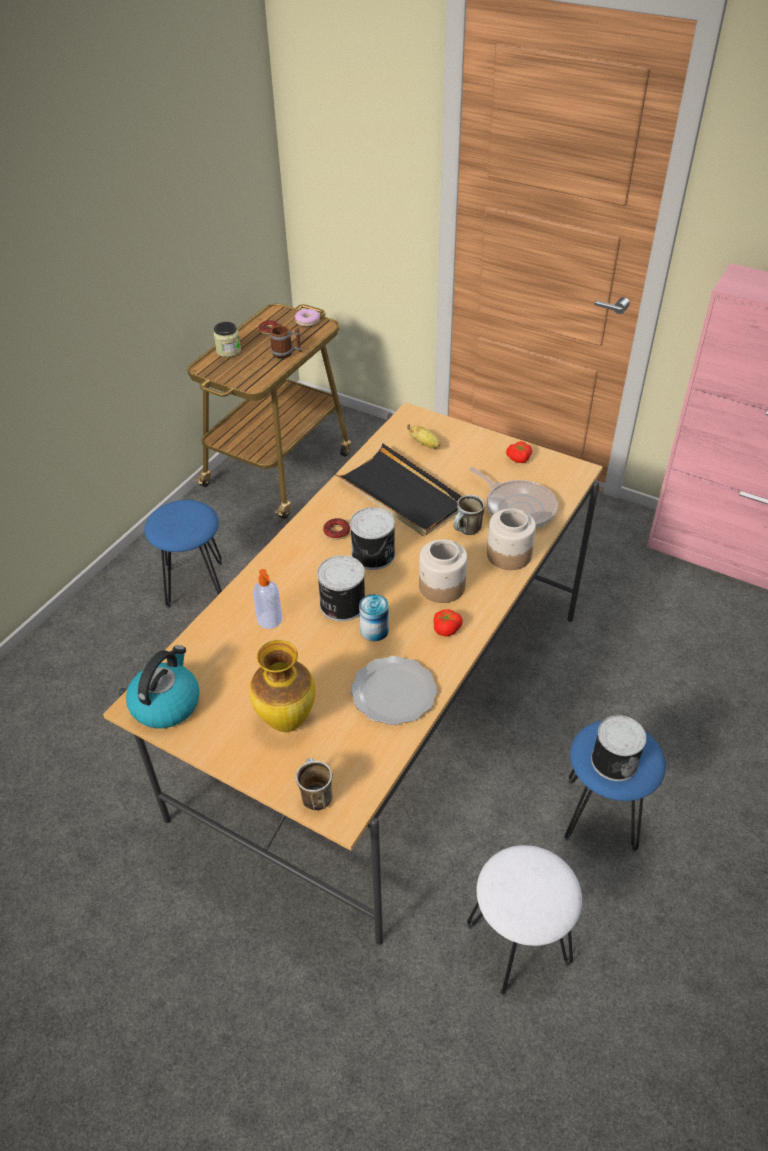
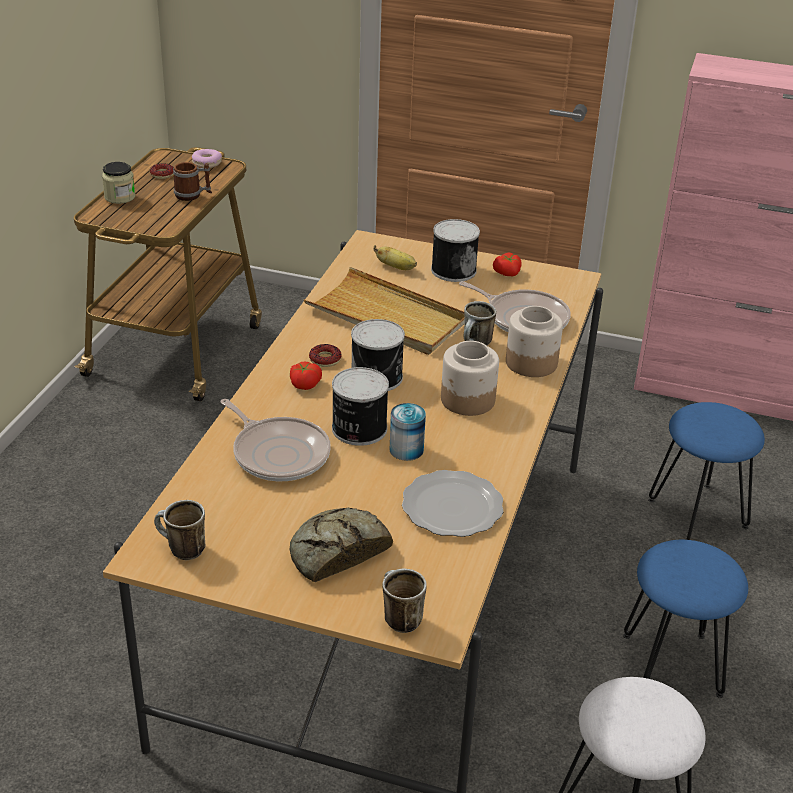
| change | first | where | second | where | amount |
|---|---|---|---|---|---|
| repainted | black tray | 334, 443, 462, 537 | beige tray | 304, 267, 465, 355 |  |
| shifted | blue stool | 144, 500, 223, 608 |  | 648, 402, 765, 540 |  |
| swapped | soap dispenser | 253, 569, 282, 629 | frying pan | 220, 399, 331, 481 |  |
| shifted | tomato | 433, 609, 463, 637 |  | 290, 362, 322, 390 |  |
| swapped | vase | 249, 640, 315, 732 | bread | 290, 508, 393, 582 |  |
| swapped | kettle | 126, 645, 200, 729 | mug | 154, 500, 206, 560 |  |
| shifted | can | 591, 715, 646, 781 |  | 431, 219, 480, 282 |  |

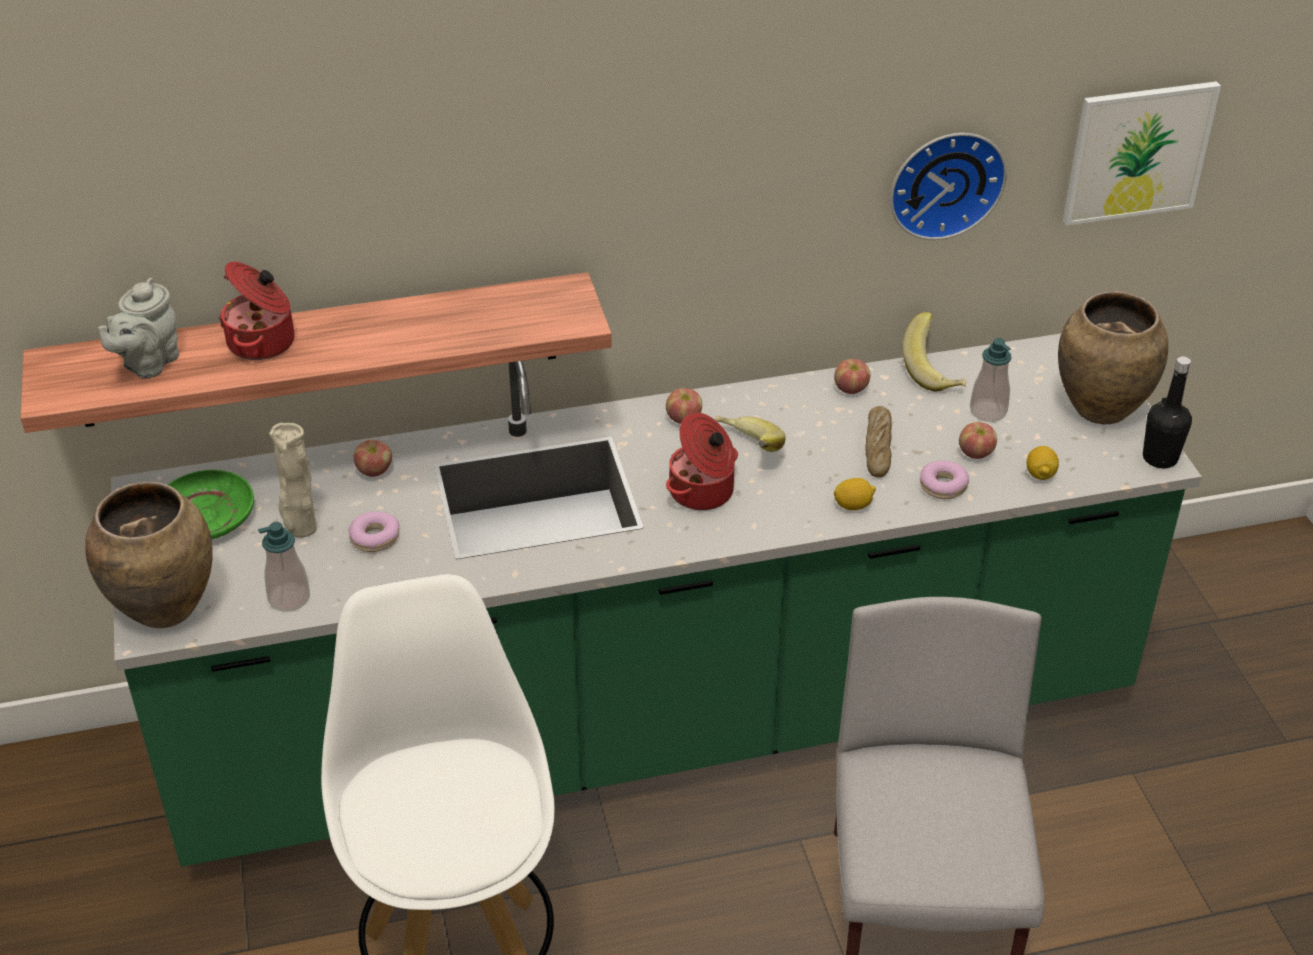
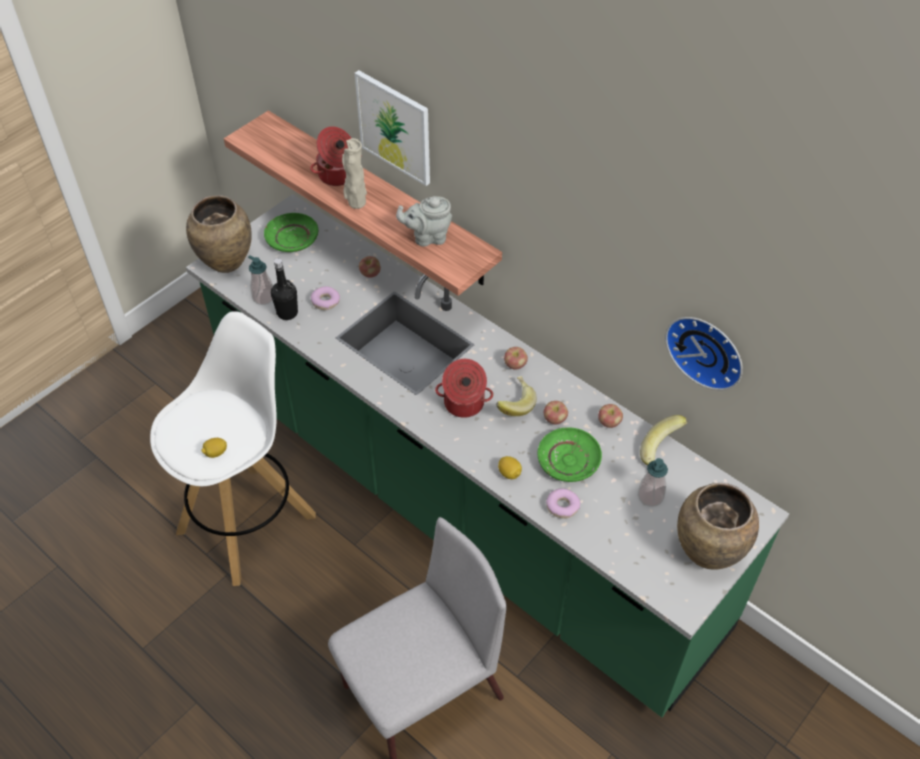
| change | first | where | second | where | amount |
|---|---|---|---|---|---|
| shifted | picture | 1063, 81, 1221, 225 |  | 355, 70, 430, 186 |  |
| shifted | grey teapot | 98, 278, 179, 378 |  | 396, 196, 452, 247 |  |
| shifted | black bottle | 1143, 356, 1192, 468 |  | 271, 258, 298, 320 |  |
| swapped | bread | 865, 406, 892, 477 | green plate | 538, 427, 602, 482 |  |
| shifted | beige vase | 269, 422, 317, 538 |  | 342, 138, 367, 209 |  |
| shifted | apple | 959, 422, 997, 459 |  | 544, 401, 568, 425 |  |
| shifted | lemon | 1027, 446, 1059, 480 |  | 201, 438, 227, 458 |  |

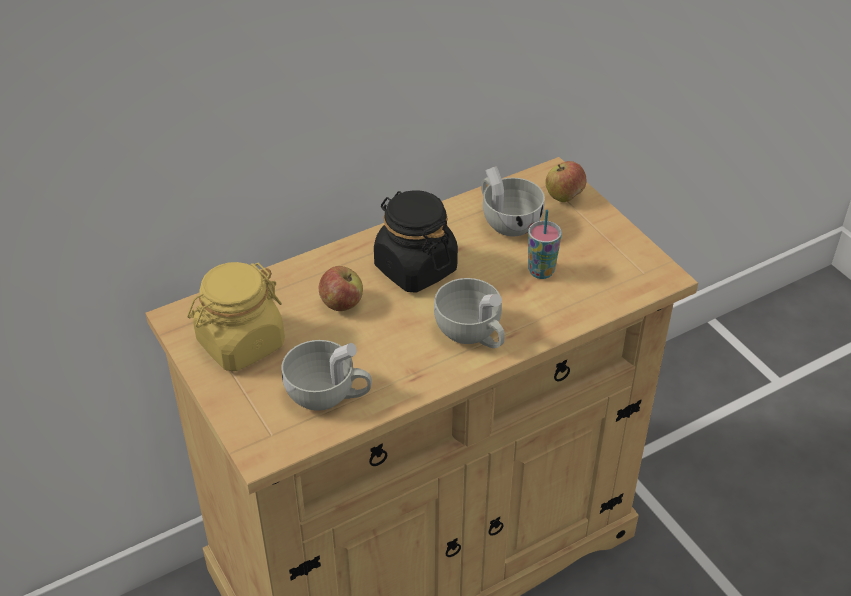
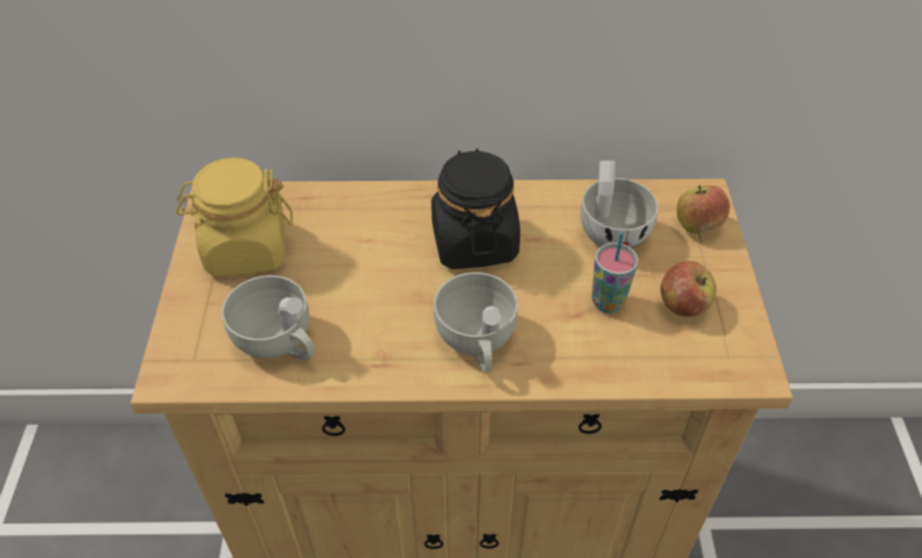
| change | first | where | second | where | amount |
|---|---|---|---|---|---|
| shifted | apple | 319, 266, 363, 311 |  | 660, 261, 716, 317 |  |

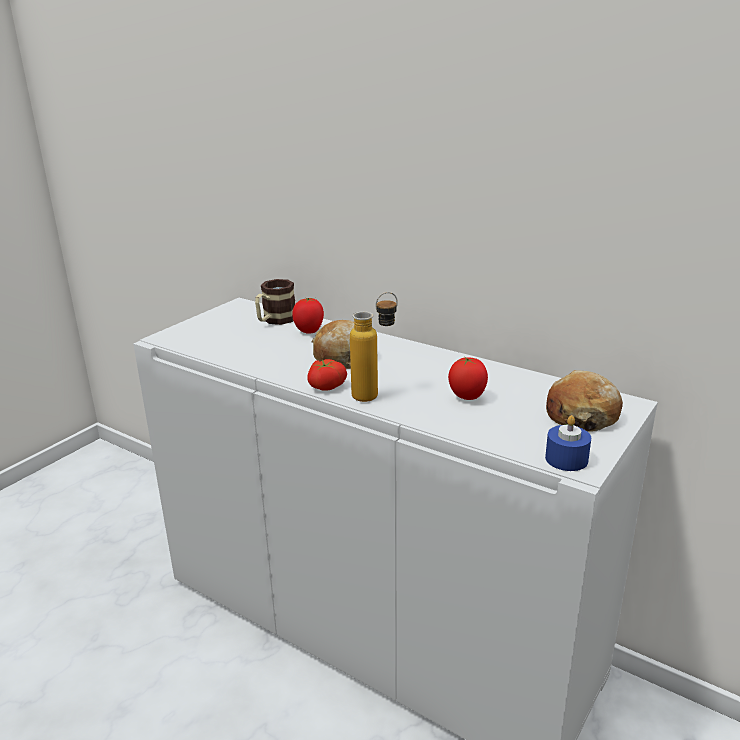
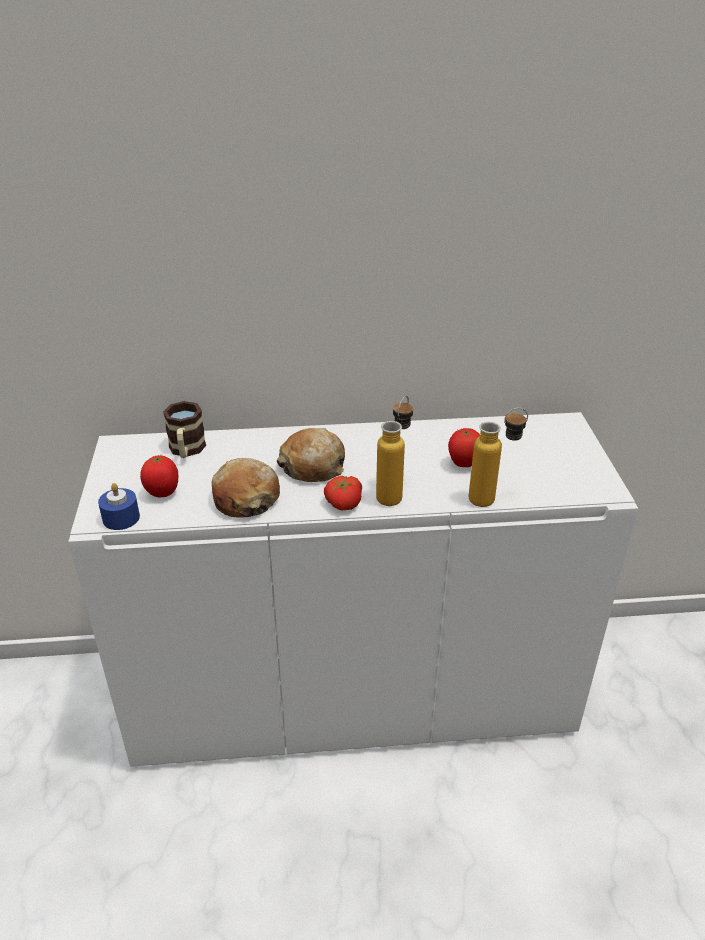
| change | first | where | second | where | amount |
|---|---|---|---|---|---|
| shifted | tomato | 292, 298, 324, 334 |  | 140, 455, 178, 497 |  |
| shifted | bread | 546, 370, 623, 432 |  | 212, 458, 280, 518 |  |
| shifted | blue candle | 545, 415, 591, 471 |  | 98, 483, 140, 530 |  |
| new |  |  | bottle | 469, 408, 528, 507 |  |

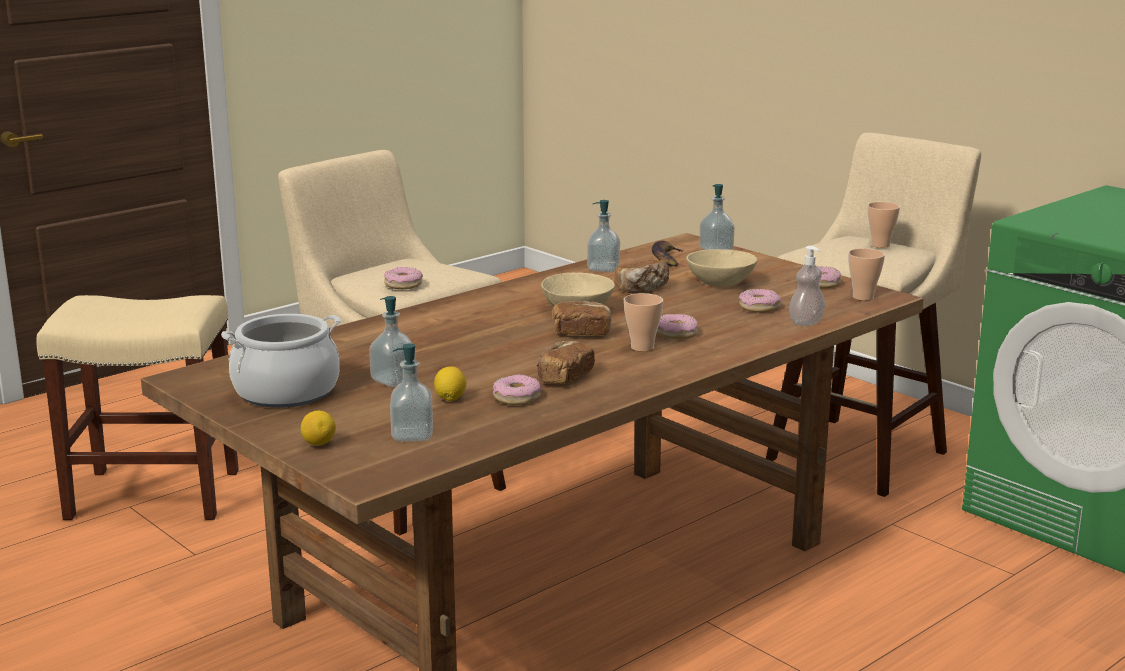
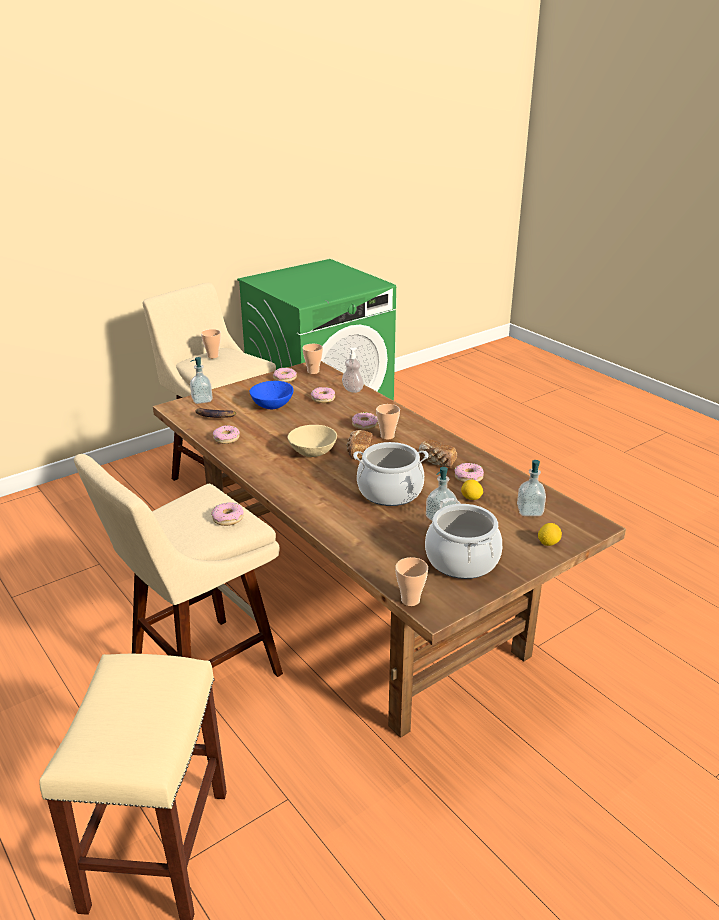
| change | first | where | second | where | amount |
|---|---|---|---|---|---|
| swapped | soap dispenser | 587, 200, 620, 272 | donut | 213, 425, 240, 444 |  |
| repainted | beige bowl | 686, 249, 758, 287 | blue bowl | 249, 381, 293, 409 |  |
| gone | bread | 614, 260, 669, 293 |  |  |  |
| new |  |  | cooking pot | 353, 442, 429, 506 |  |
| new |  |  | cup | 395, 557, 428, 606 |  |

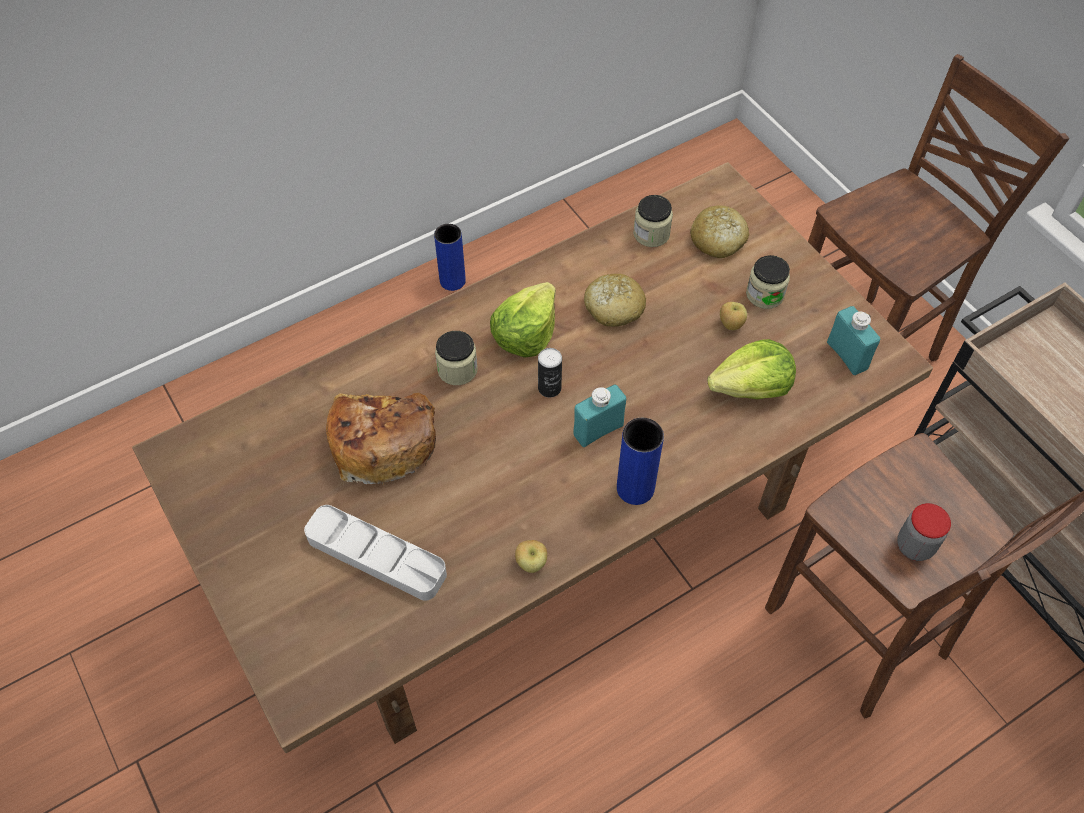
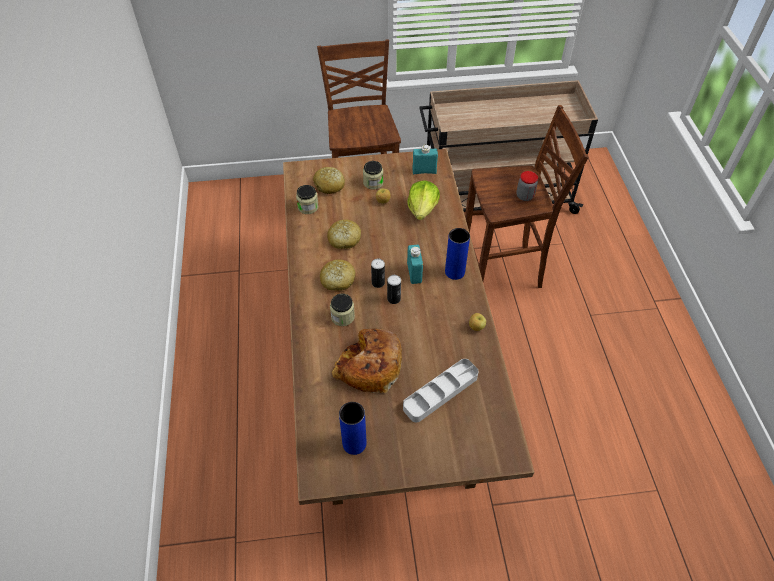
| change | first | where | second | where | amount |
|---|---|---|---|---|---|
| shifted | blue vase | 434, 224, 466, 291 |  | 339, 402, 367, 455 |  |
| swapped | lettuce | 490, 282, 556, 358 | bread | 320, 259, 355, 291 |  |
| new |  |  | can | 387, 275, 401, 304 |  |

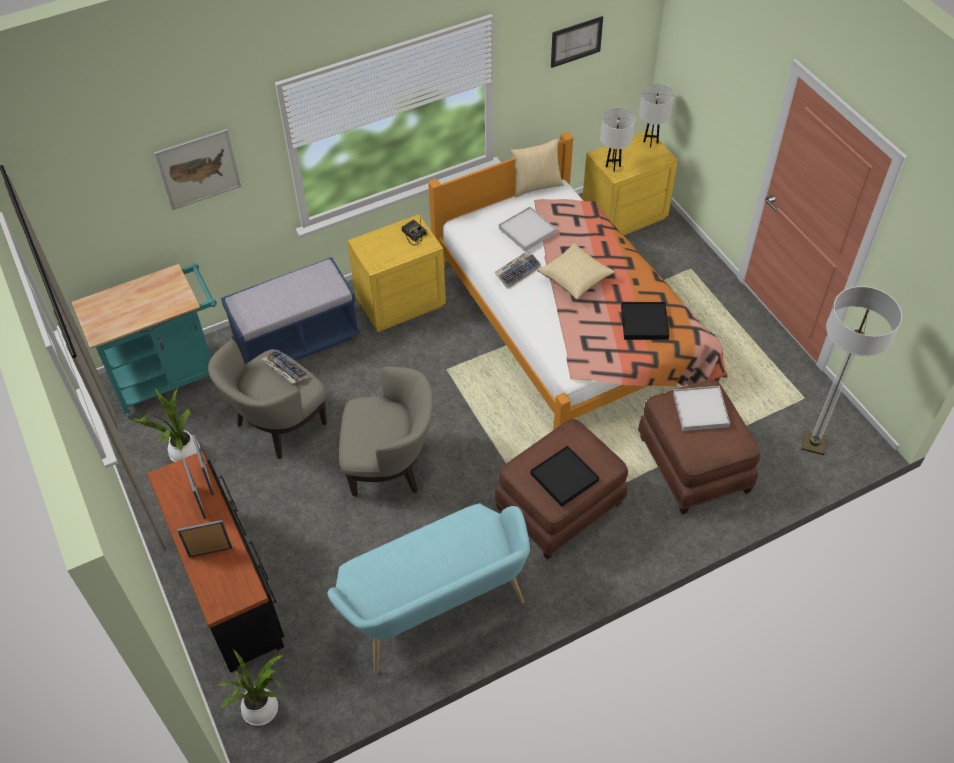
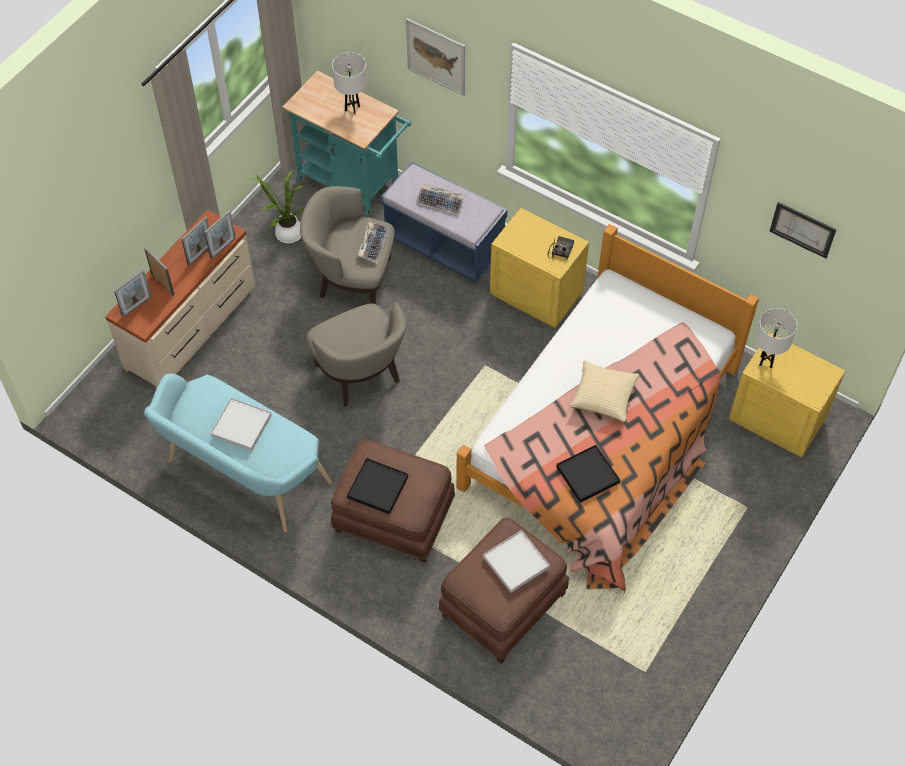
| change | first | where | second | where | amount |
|---|---|---|---|---|---|
| shifted | white table lamp | 639, 84, 674, 147 |  | 332, 52, 367, 114 |  |
| gone | pillow | 511, 138, 564, 197 |  |  |  |
| shifted | white tray | 499, 207, 557, 251 |  | 211, 398, 272, 451 |  |
| shifted | keyboard | 494, 251, 541, 289 |  | 417, 184, 465, 215 |  |
| gone | floor lamp | 801, 286, 902, 455 |  |  |  |
| repainted | black dresser | 147, 451, 284, 672 | beige dresser | 105, 210, 255, 388 |  |
| gone | potted plant | 217, 649, 285, 726 |  |  |  |
| new |  |  | picture frame | 114, 270, 152, 317 |  |

